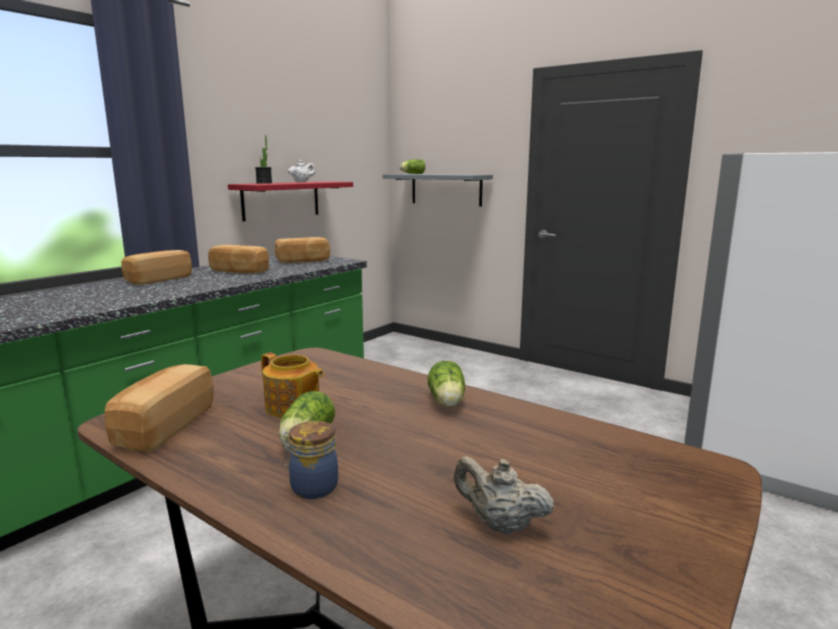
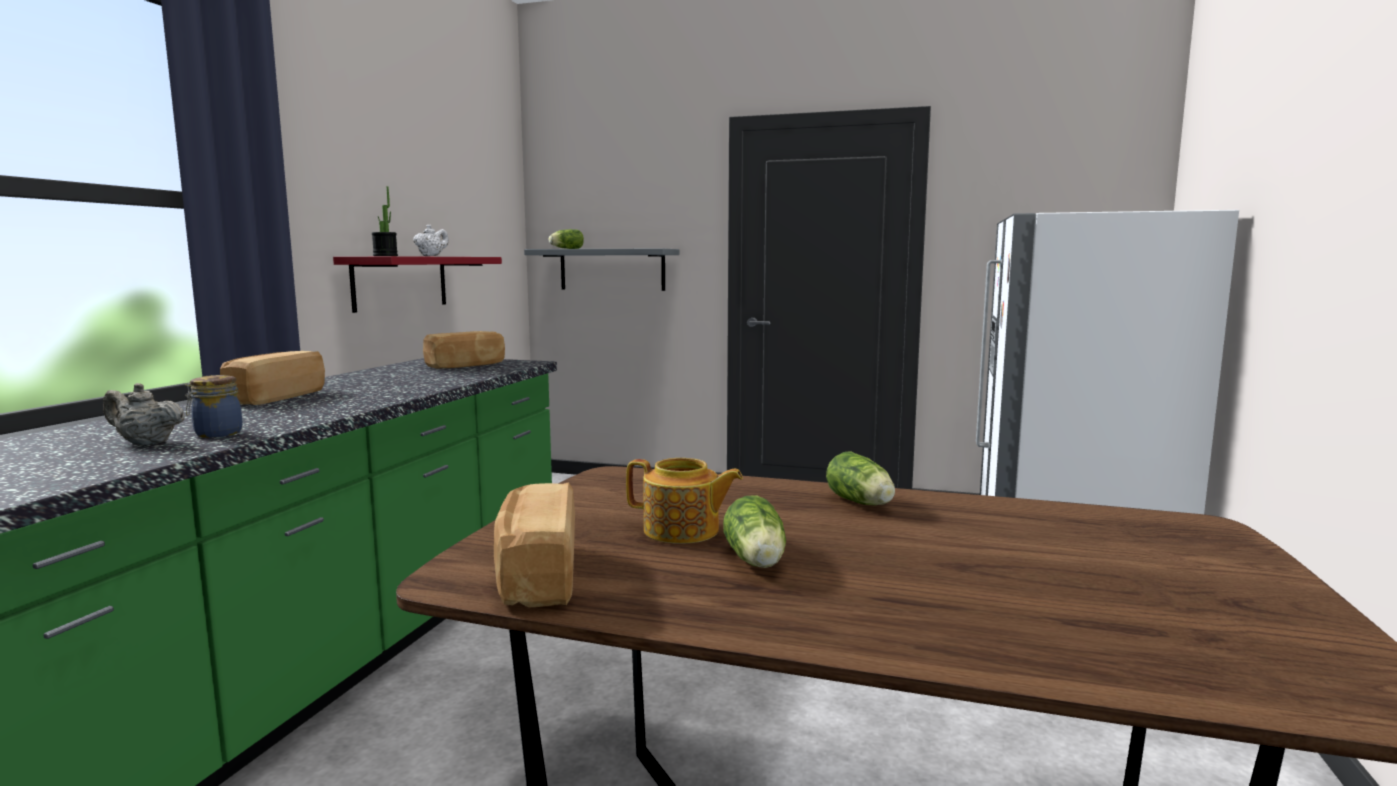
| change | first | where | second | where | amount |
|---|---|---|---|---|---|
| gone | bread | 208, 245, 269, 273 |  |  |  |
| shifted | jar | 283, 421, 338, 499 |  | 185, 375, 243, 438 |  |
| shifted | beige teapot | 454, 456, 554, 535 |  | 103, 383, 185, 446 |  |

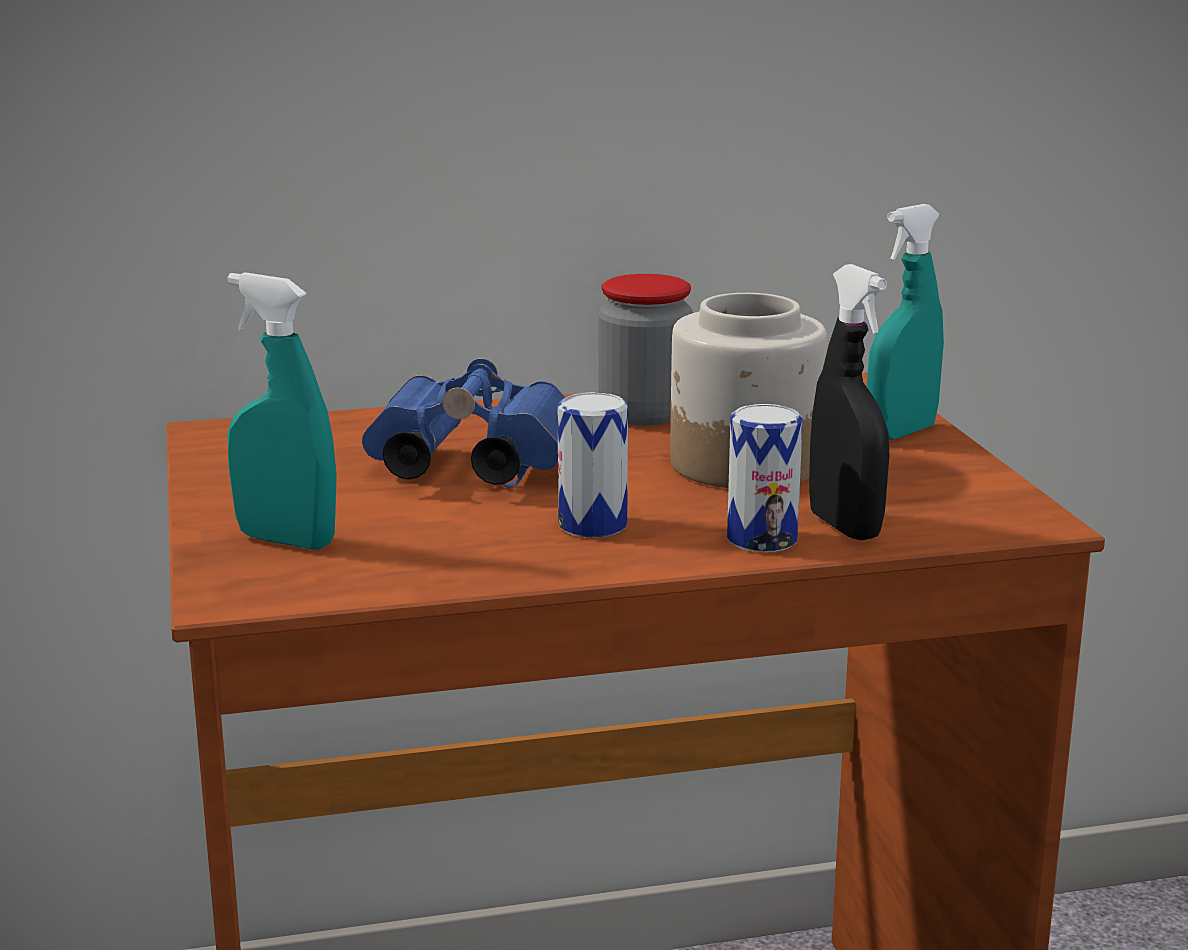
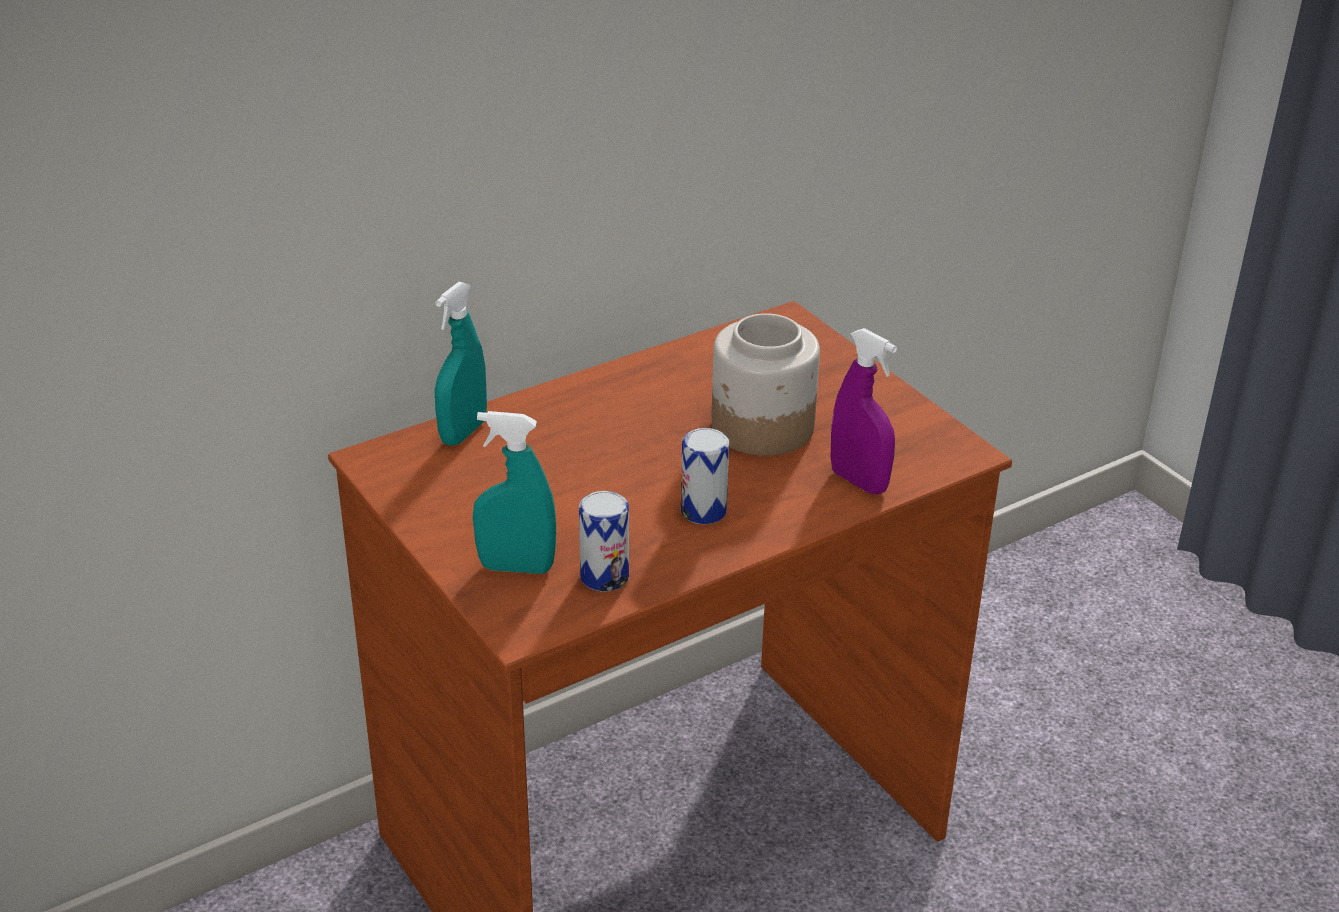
| change | first | where | second | where | amount |
|---|---|---|---|---|---|
| shifted | turquoise spray bottle | 867, 204, 944, 440 |  | 435, 282, 487, 446 |  |
| repainted | black spray bottle | 809, 264, 889, 540 | purple spray bottle | 831, 328, 897, 494 |  |
| gone | jar | 598, 274, 693, 425 |  |  |  |
| gone | blue binoculars | 362, 358, 565, 487 |  |  |  |
| shifted | can | 727, 404, 803, 552 |  | 579, 491, 629, 592 |  |

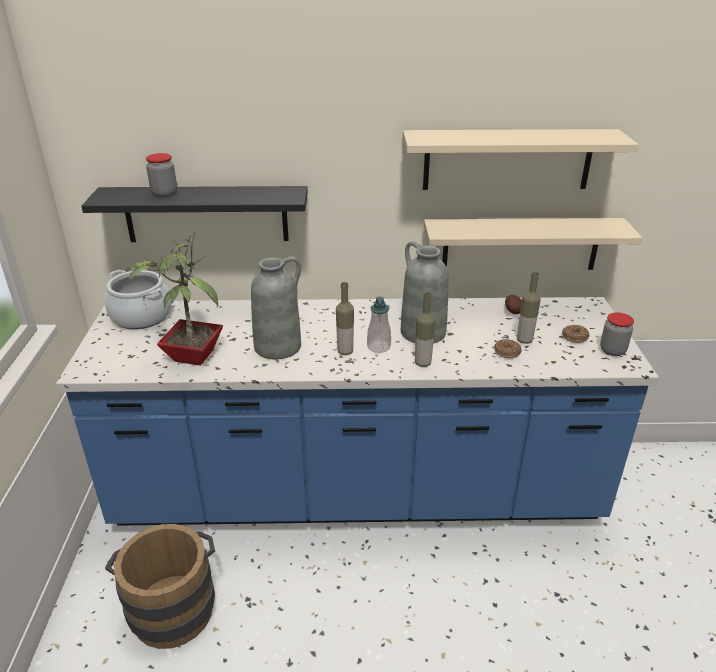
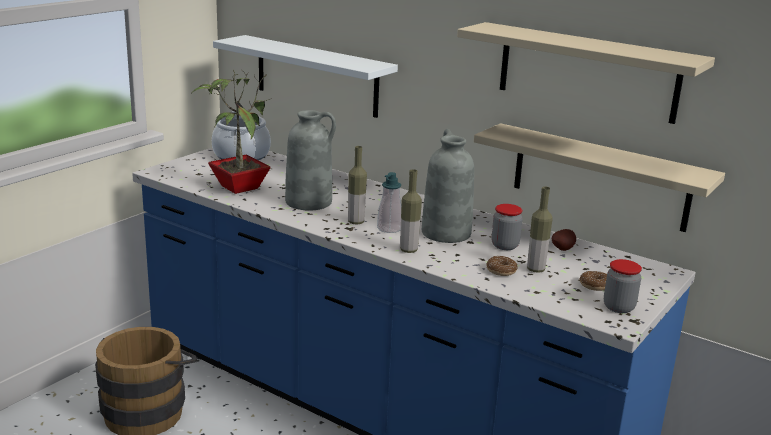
| change | first | where | second | where | amount |
|---|---|---|---|---|---|
| shifted | jar | 146, 153, 177, 197 |  | 492, 204, 522, 250 |  |
| repainted | black shelf | 81, 186, 308, 242 | white shelf | 213, 35, 398, 118 |  |

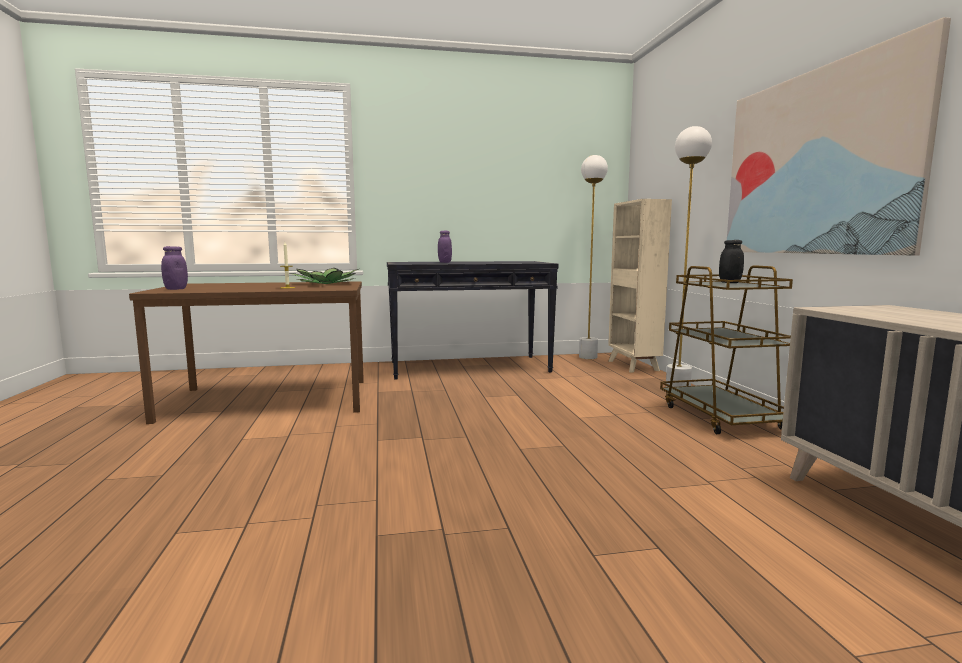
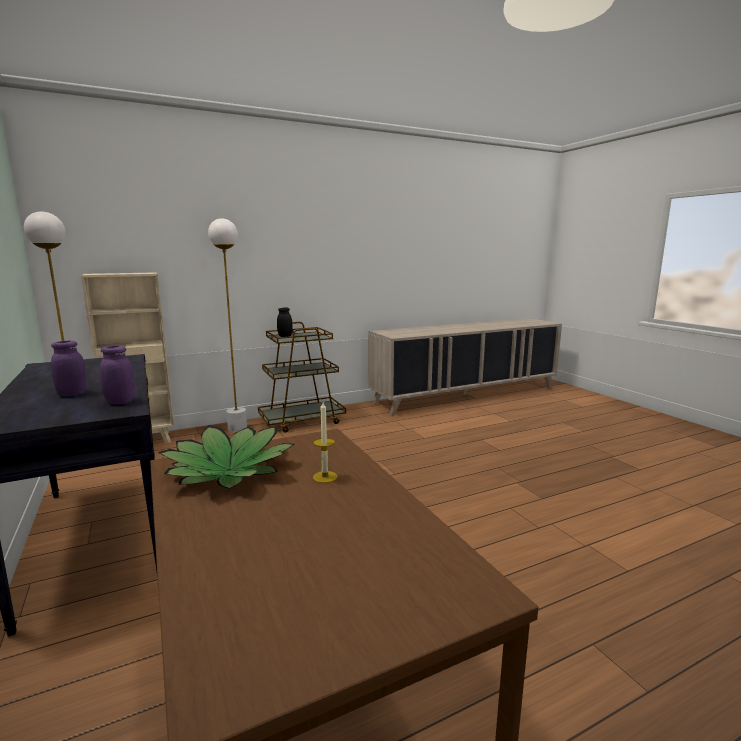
| change | first | where | second | where | amount |
|---|---|---|---|---|---|
| gone | picture | 727, 17, 951, 255 |  |  |  |
| shifted | purple jar | 161, 246, 188, 290 |  | 100, 346, 135, 404 |  |

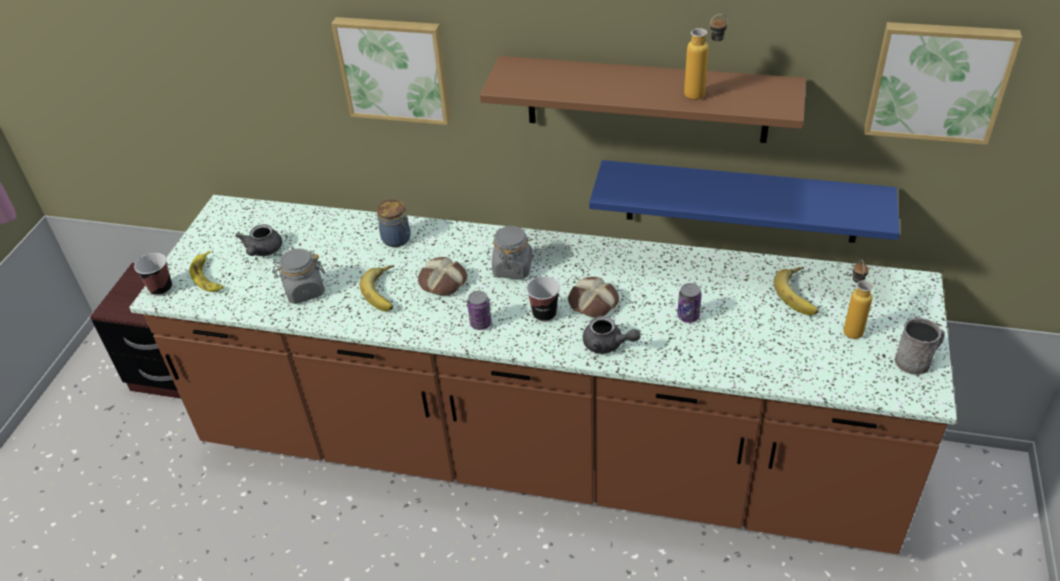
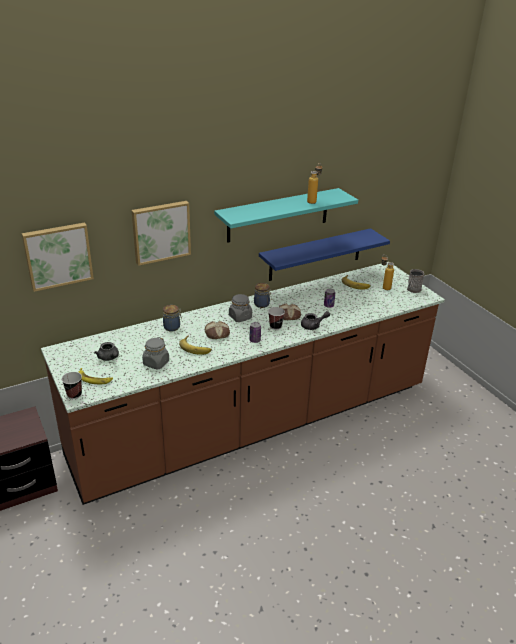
| change | first | where | second | where | amount |
|---|---|---|---|---|---|
| shifted | picture | 864, 22, 1022, 145 |  | 22, 222, 94, 292 |  |
| repainted | brown shelf | 480, 56, 806, 143 | turquoise shelf | 214, 188, 358, 243 |  |
| new |  |  | jar | 254, 283, 271, 308 |  |

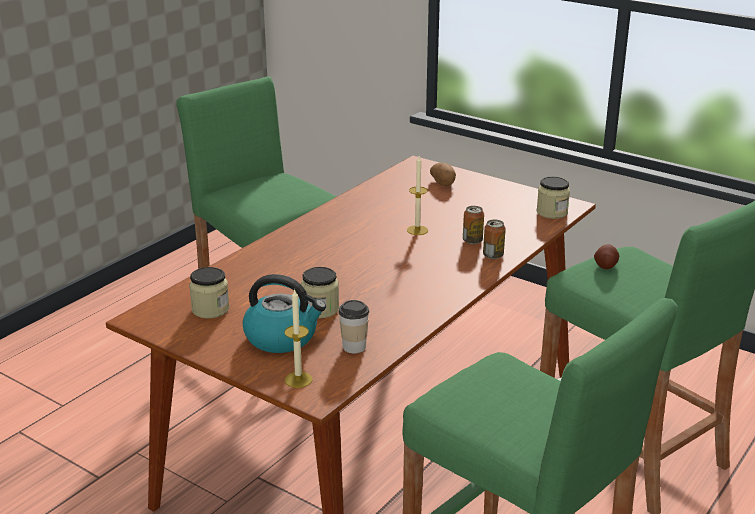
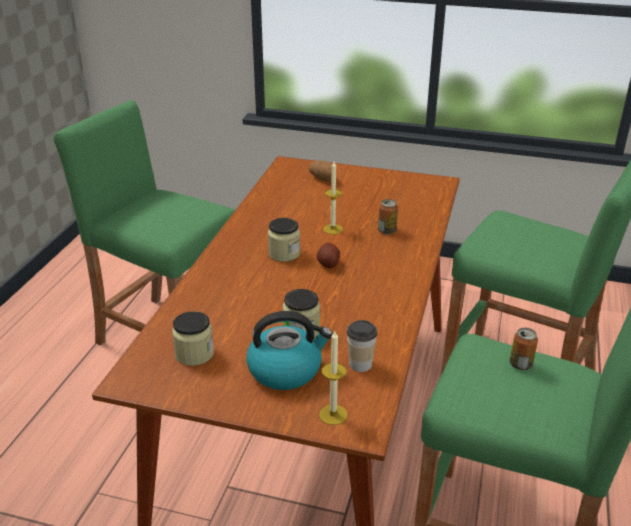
| change | first | where | second | where | amount |
|---|---|---|---|---|---|
| shifted | jar | 537, 177, 570, 219 |  | 268, 218, 300, 262 |  |
| shifted | can | 483, 219, 506, 259 |  | 510, 328, 538, 370 |  |
| shifted | potato | 594, 244, 619, 269 |  | 316, 243, 340, 268 |  |

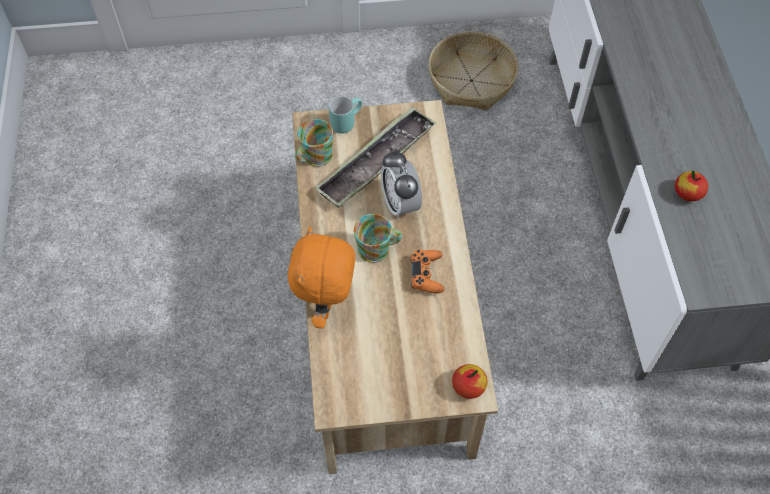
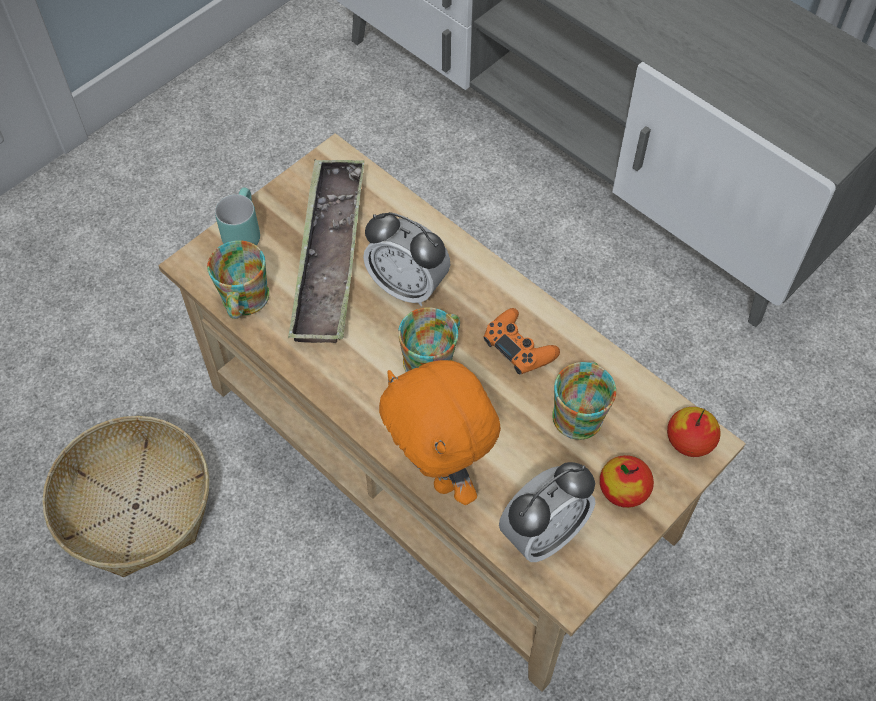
| change | first | where | second | where | amount |
|---|---|---|---|---|---|
| shifted | basket | 428, 31, 518, 110 |  | 43, 416, 209, 577 |  |
| shifted | apple | 675, 170, 708, 201 |  | 600, 455, 654, 508 |  |
| new |  |  | mug | 552, 361, 616, 440 |  |
| new |  |  | alarm clock | 499, 462, 595, 562 |  |

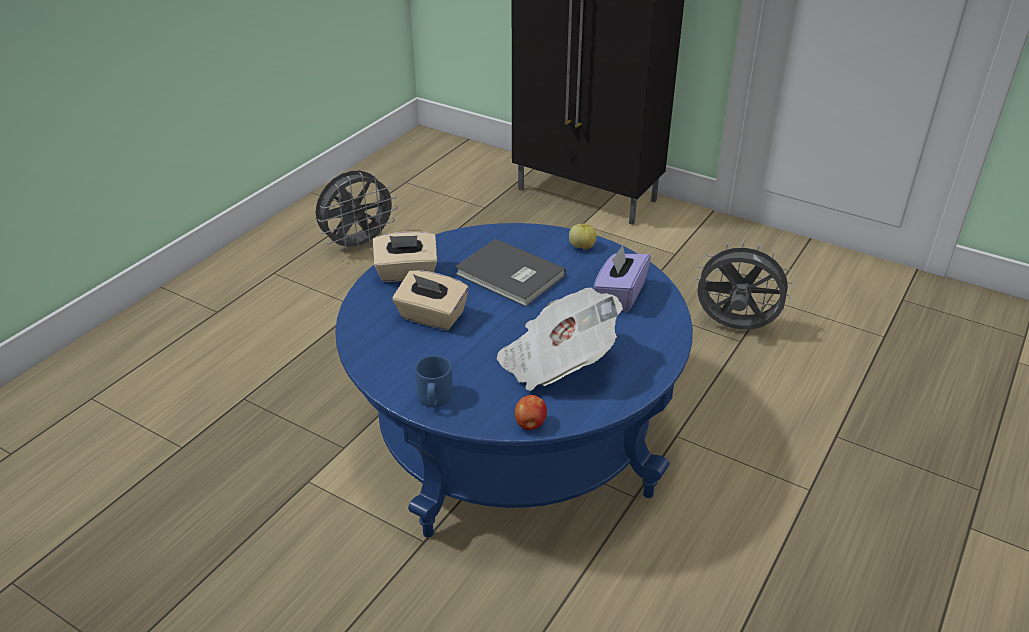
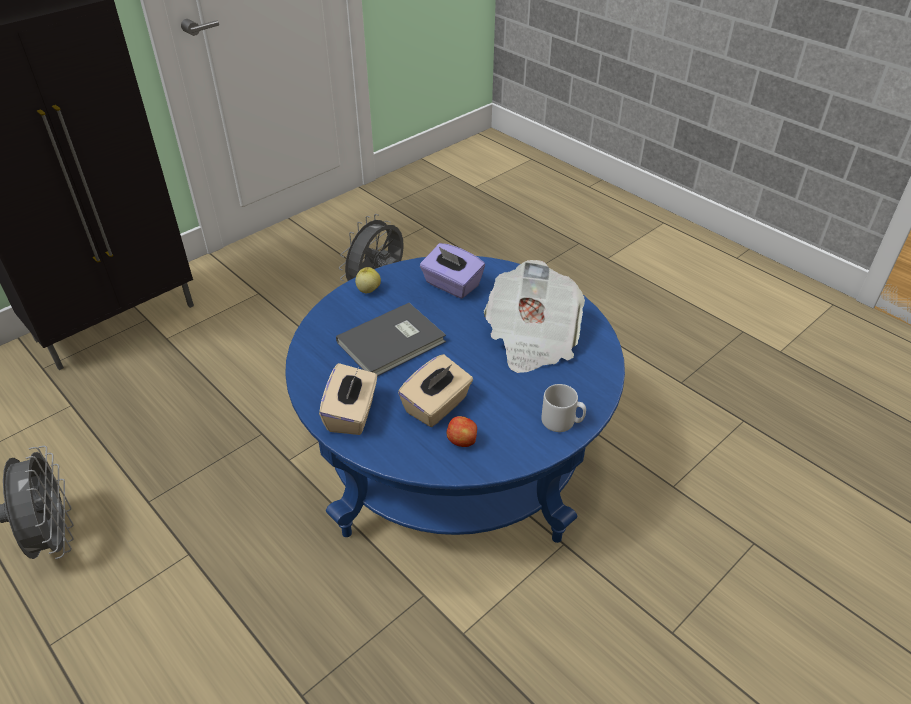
| change | first | where | second | where | amount |
|---|---|---|---|---|---|
| repainted | blue mug | 415, 356, 453, 407 | grey mug | 541, 384, 586, 432 |  |
| shifted | apple | 515, 395, 547, 430 |  | 447, 416, 477, 447 |  |

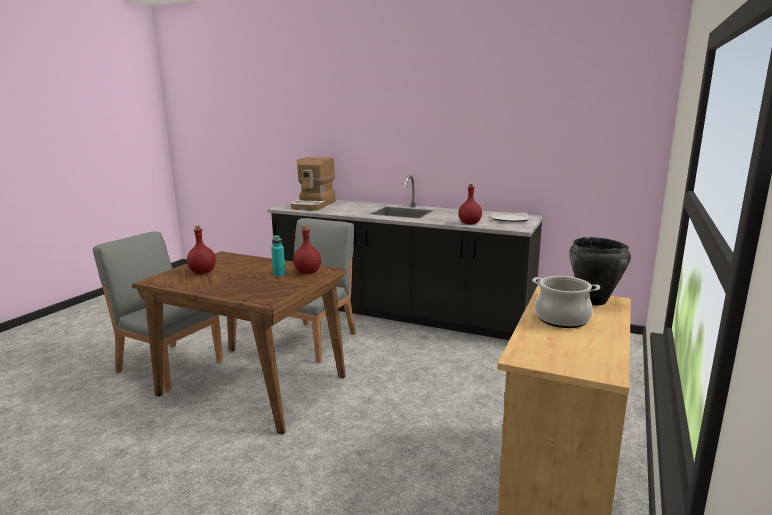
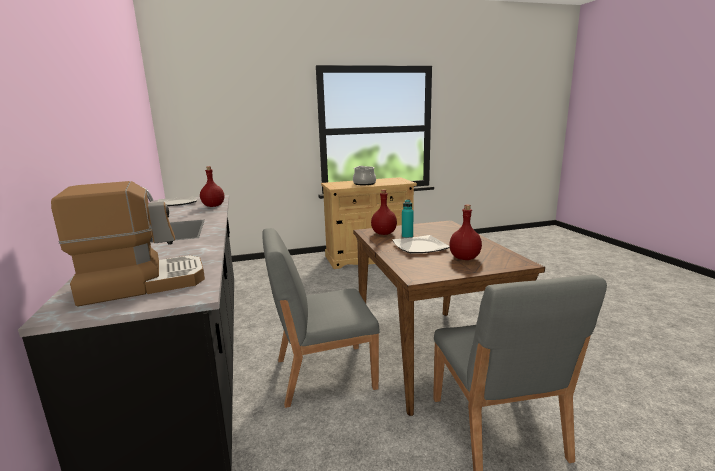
| change | first | where | second | where | amount |
|---|---|---|---|---|---|
| gone | black cooking pot | 569, 237, 631, 305 |  |  |  |
| new |  |  | plate | 393, 235, 450, 253 |  |

